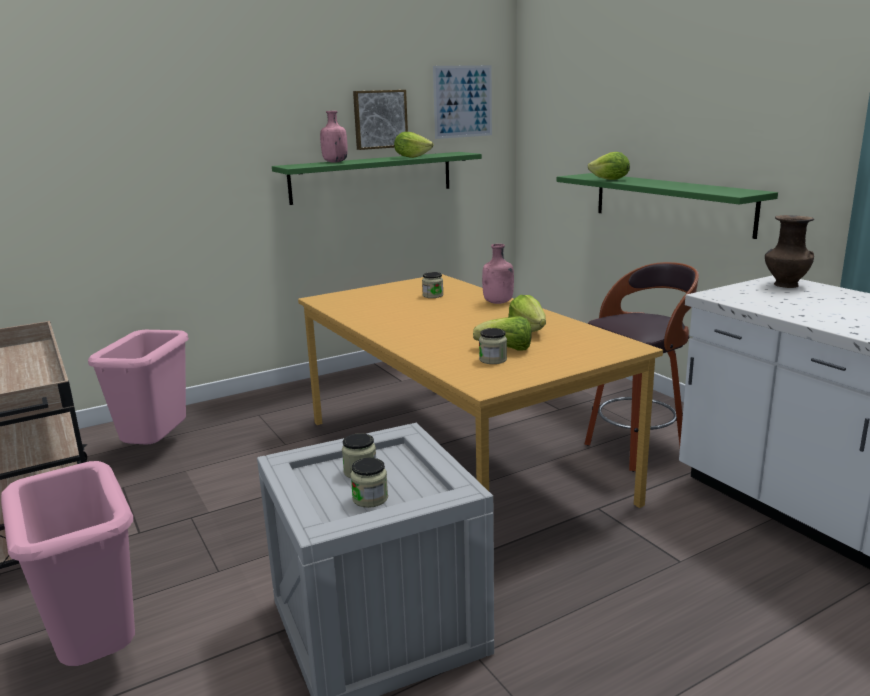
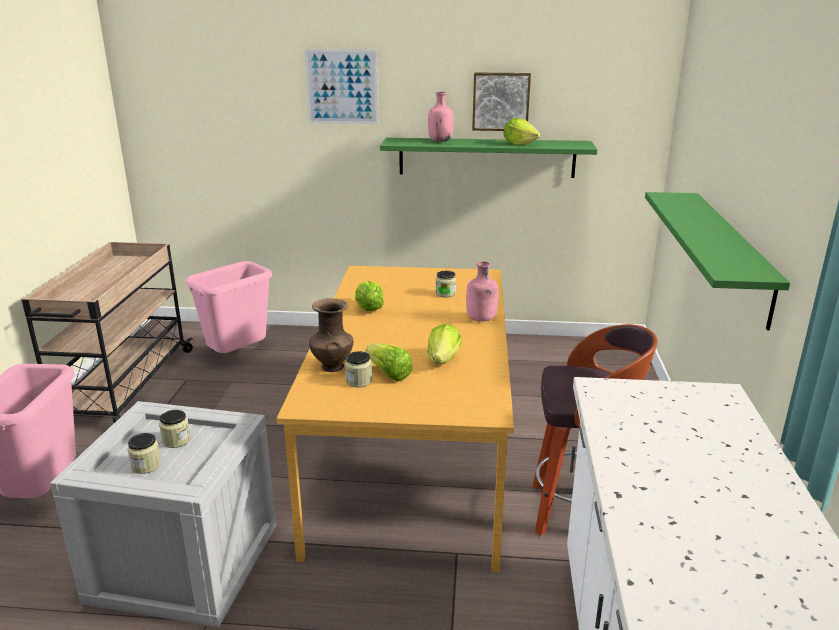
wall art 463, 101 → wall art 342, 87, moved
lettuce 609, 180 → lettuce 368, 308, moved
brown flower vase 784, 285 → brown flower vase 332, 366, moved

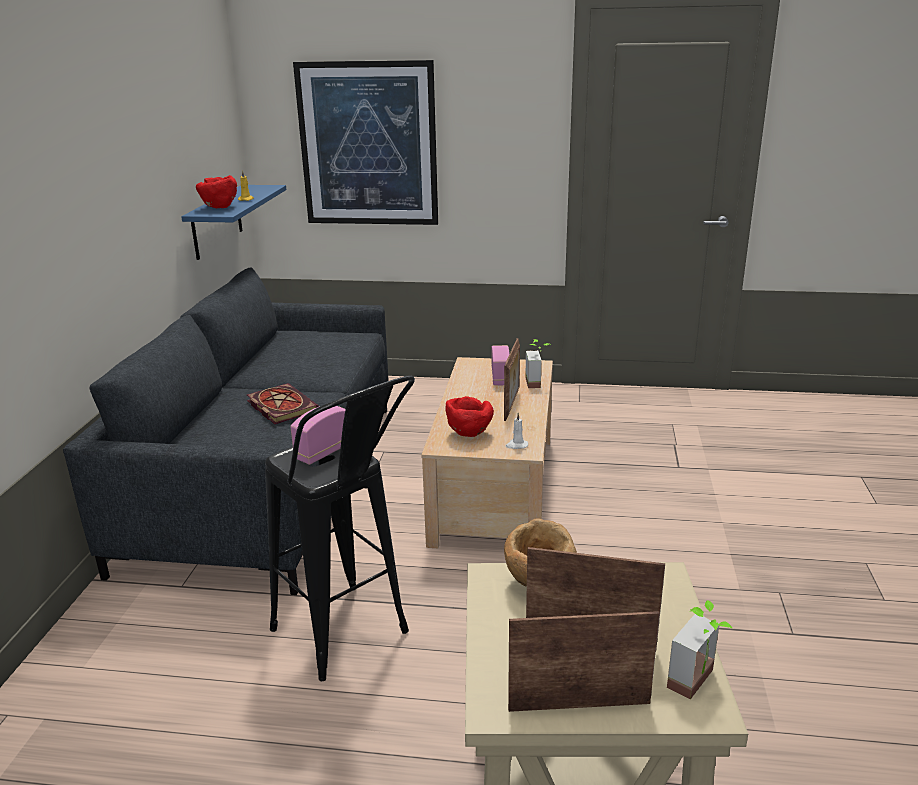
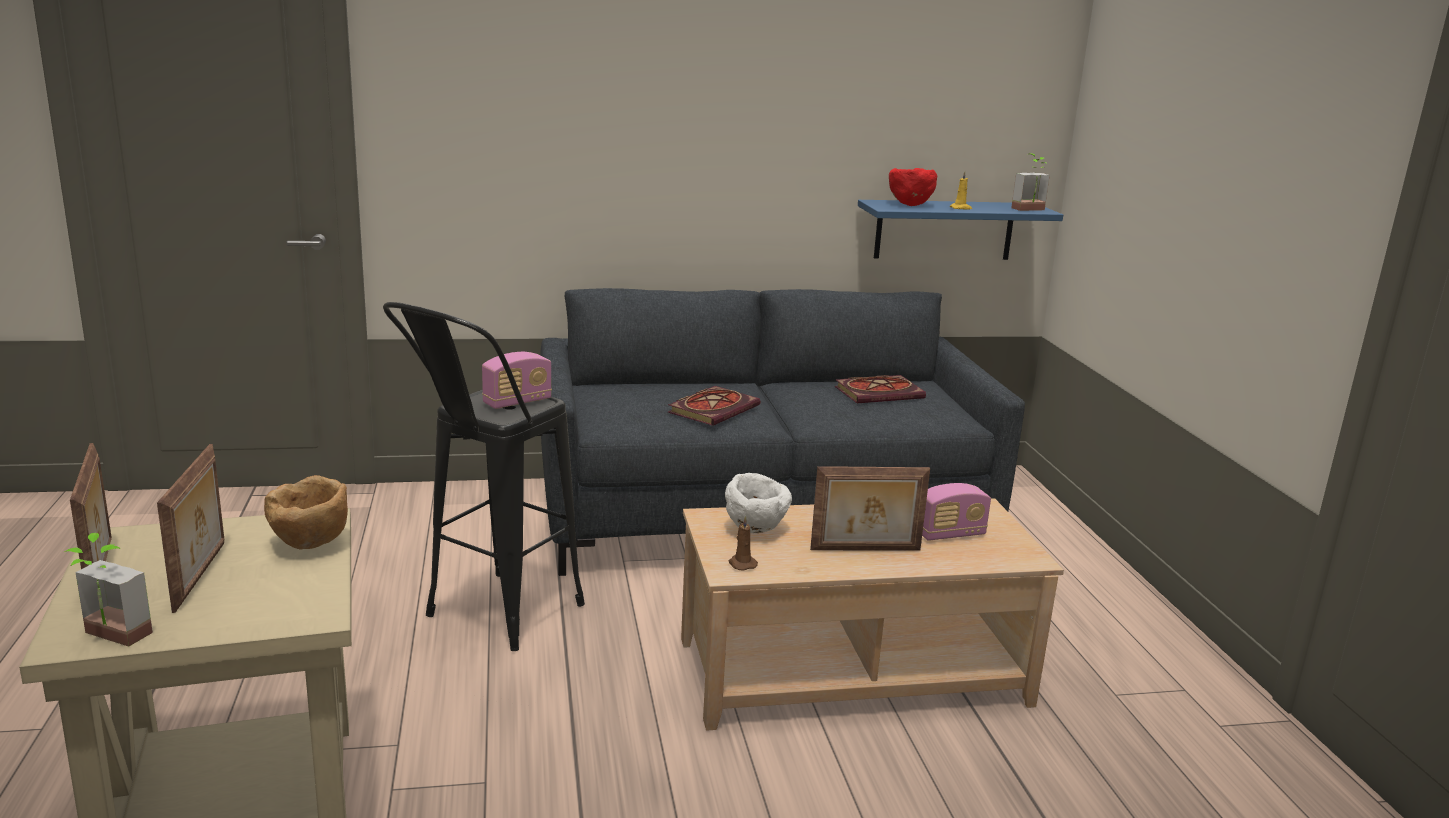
radio 324, 452 → radio 517, 402, 120 degrees clockwise
wall art 368, 145 → -
reddish serving bowl 469, 433 → white serving bowl 755, 529
white wax candle 516, 445 → brown wax candle 741, 564
potted plant 538, 382 → potted plant 1031, 210, moved
- → bound book 880, 393

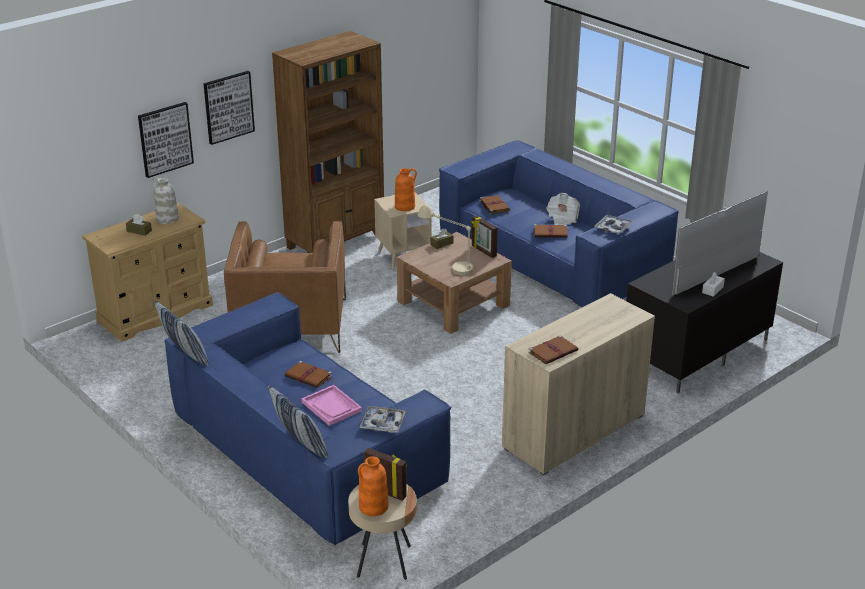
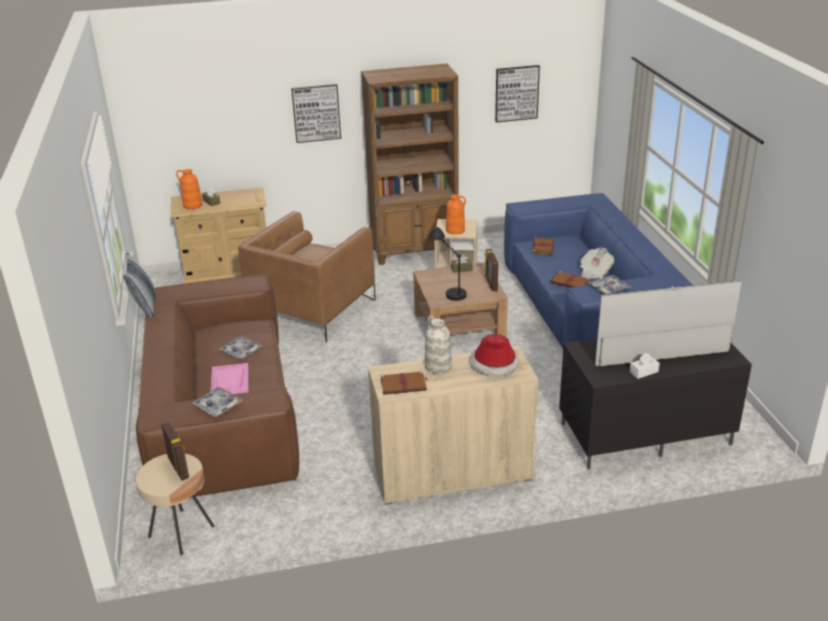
wall art 165, 139 → wall art 516, 93, moved
white flower vase 167, 219 → white flower vase 437, 366, moved
bluish sofa 306, 449 → brown sofa 222, 414
cushion 300, 446 → -
brown bound book 309, 376 → tray 241, 351
orange-coloured flower vase 373, 507 → orange-coloured flower vase 192, 205, moved
beige lamp for a table 446, 264 → black lamp for a table 448, 287
- → hat 494, 364

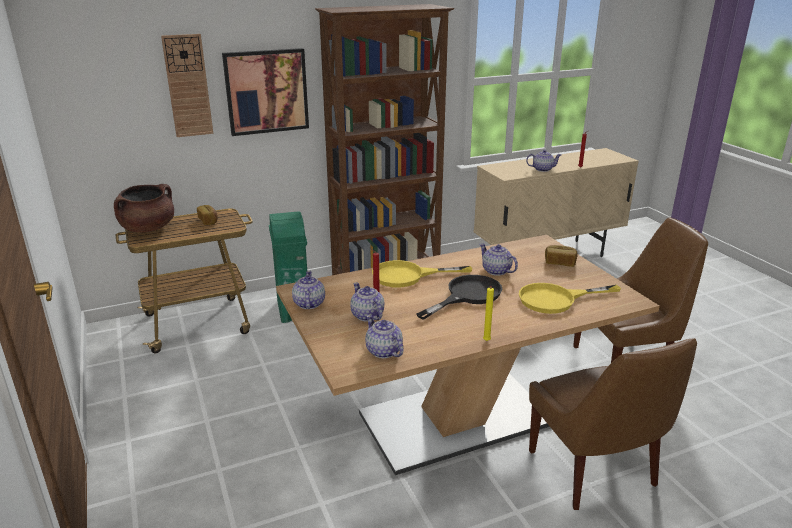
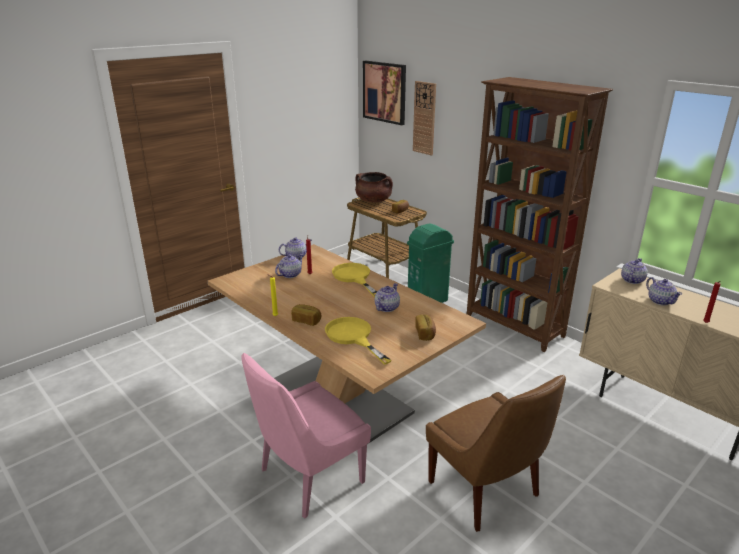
wall art 266, 91 → wall art 385, 92, moved
pot for tea 384, 351 → pot for tea 632, 280, moved
black pan 467, 295 → -
brown plain chair 594, 471 → pinkish plain chair 308, 478
- → bakery bread 306, 321

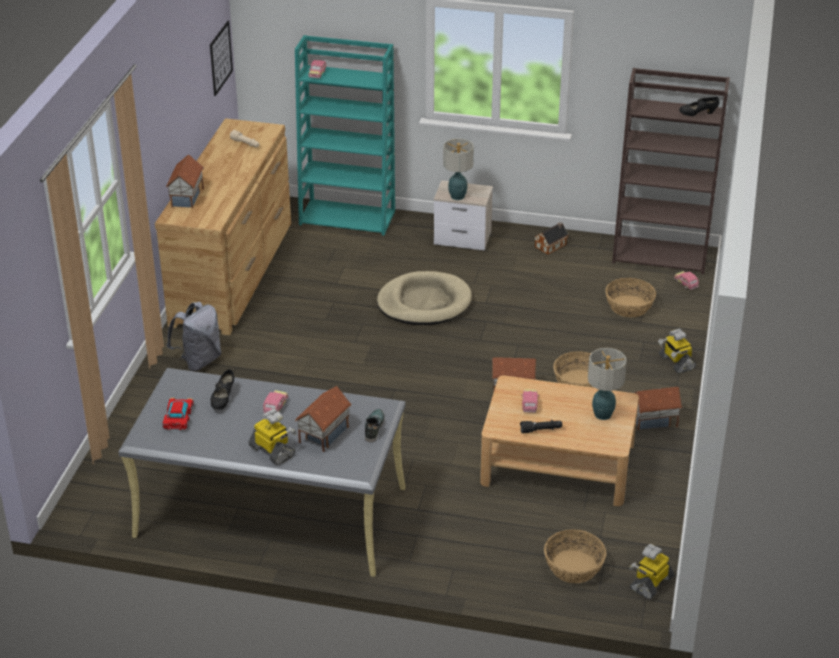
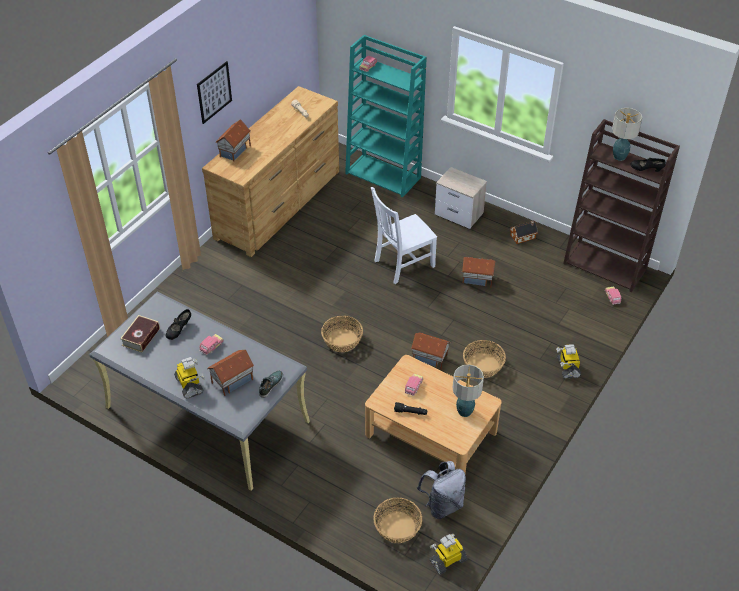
miniature car 178, 417 → bound book 141, 337
greyish knapsack 199, 361 → greyish knapsack 442, 505, moved
wall art 220, 58 → wall art 214, 92, moved
beige dog cushion 424, 303 → white plain chair 402, 264
lamp for a table 457, 196 → lamp for a table 619, 157, moved
storage basket 629, 306 → storage basket 342, 341, moved
model house 654, 421 → model house 477, 280, moved

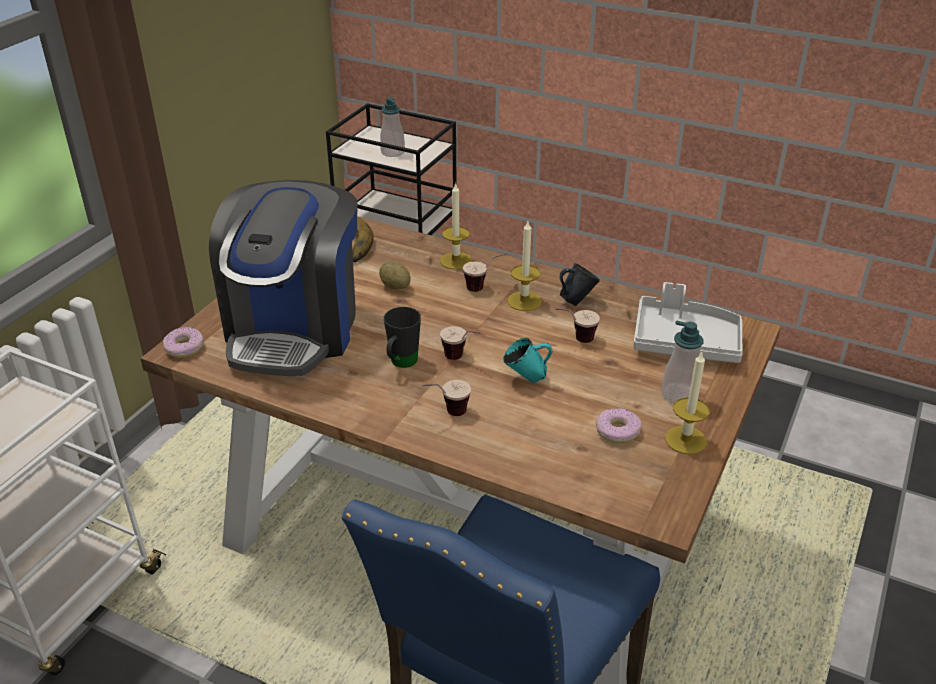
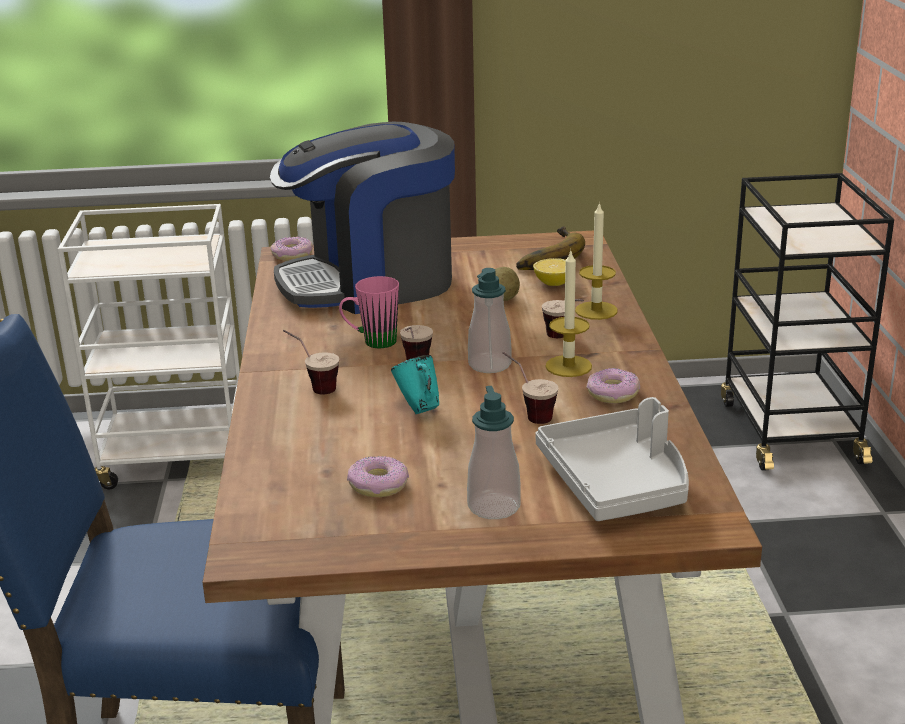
soap bottle 392, 152 → soap bottle 489, 364, moved
black tea mug 401, 364 → pinkish tea mug 371, 342
bluish tea mug 576, 301 → doughnut 612, 393
wax candle 685, 440 → -
- → whole lemon 553, 283

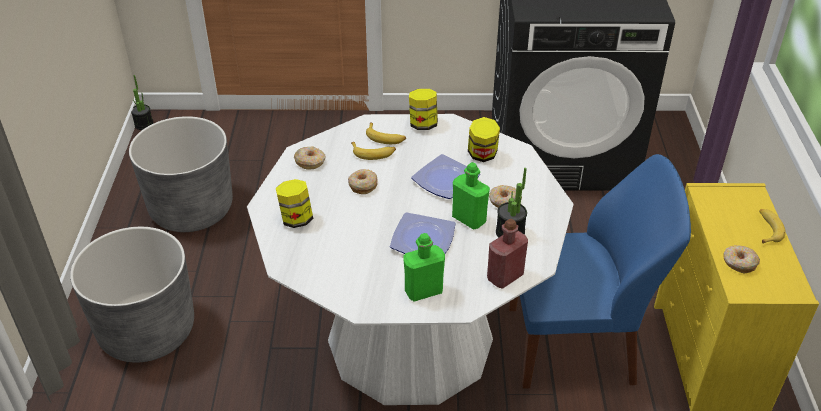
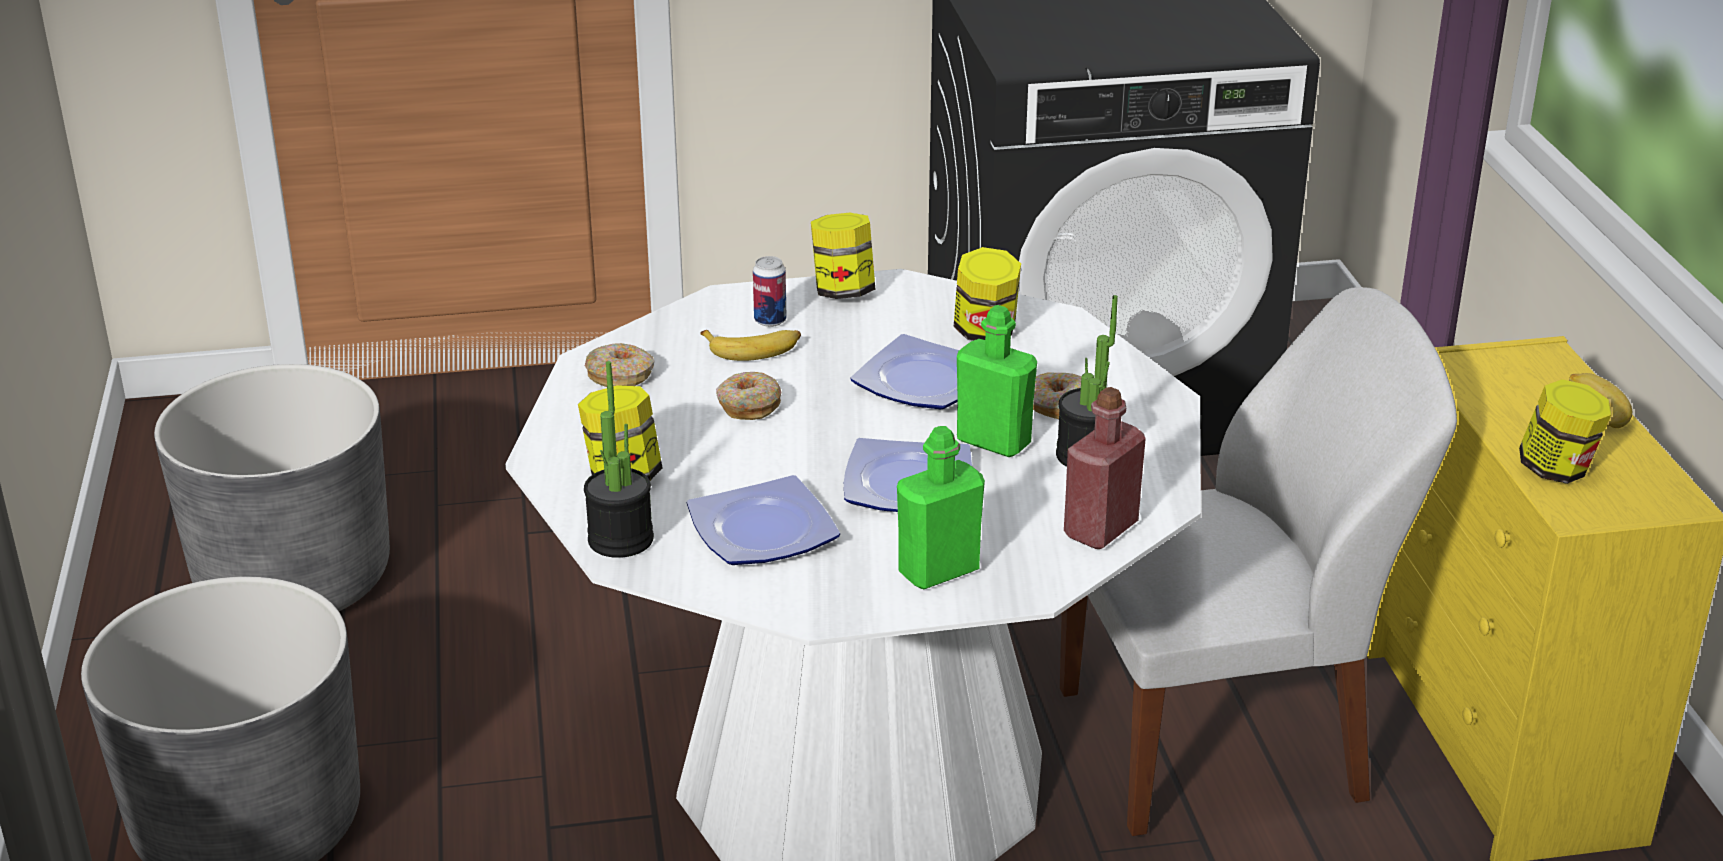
potted plant 144, 124 → potted plant 620, 539, moved
banana fruit 385, 138 → can 770, 320
bluish plain chair 574, 345 → white plain chair 1219, 743
doughnut 739, 263 → preserve jar 1557, 470
- → plate 764, 529

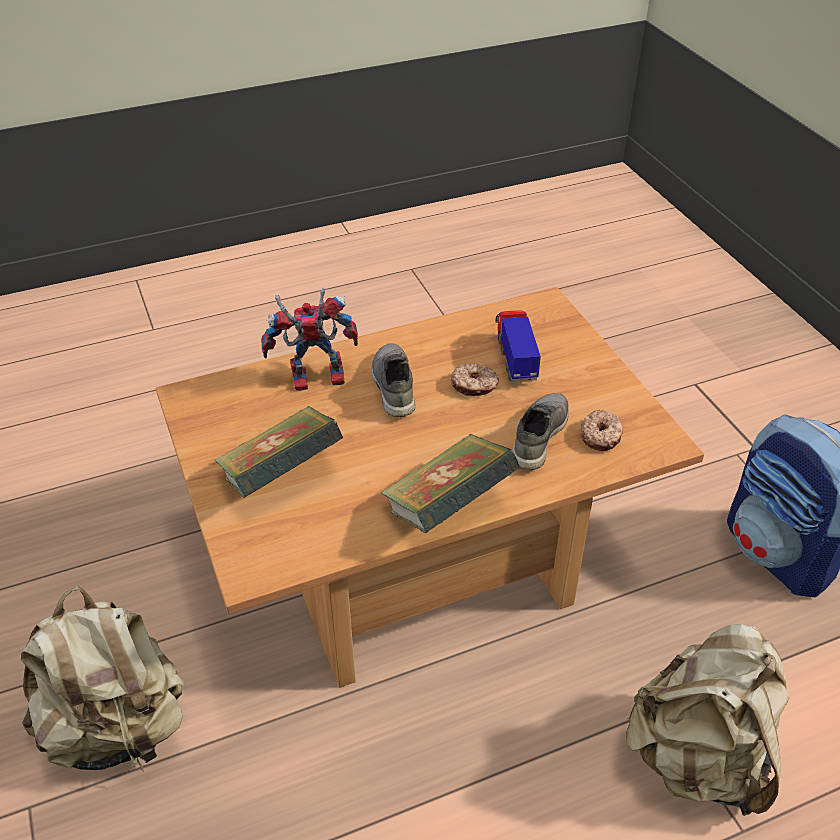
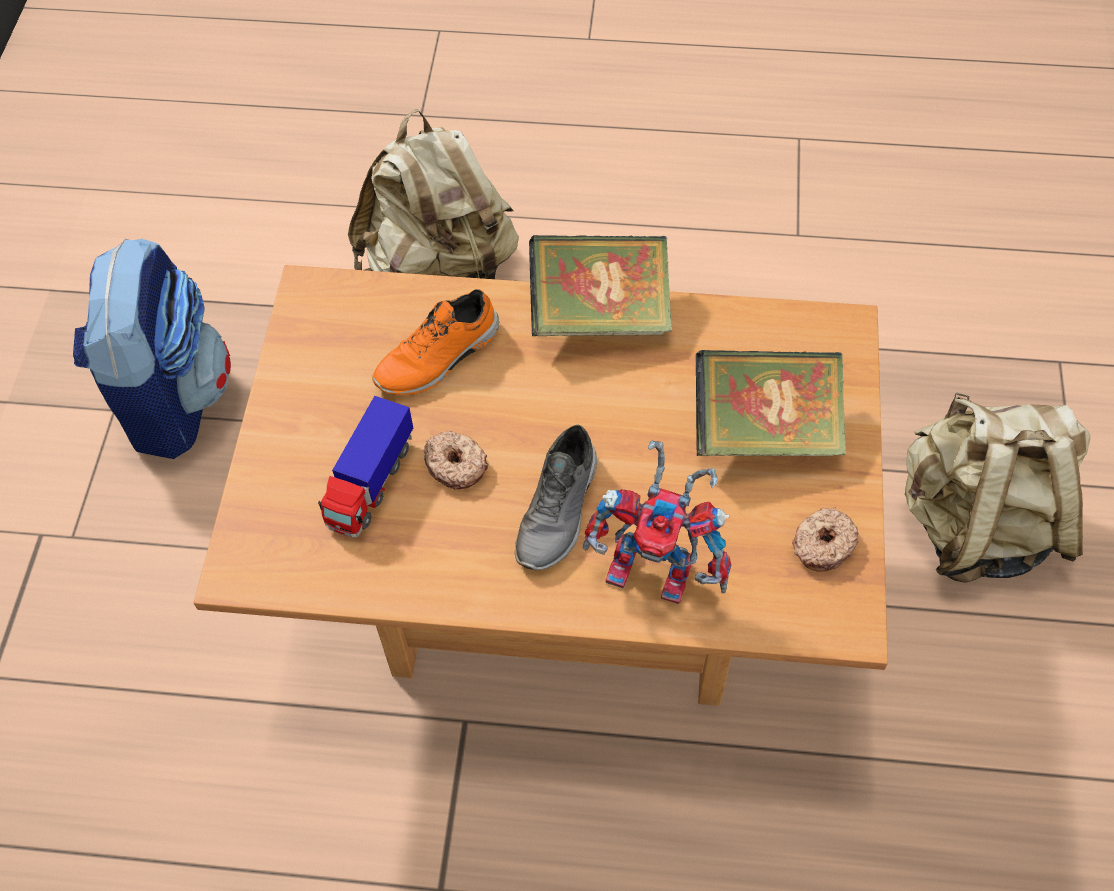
greyish shoe 537, 436 → orange-coloured shoe 439, 358
doughnut 601, 436 → doughnut 822, 544, moved

